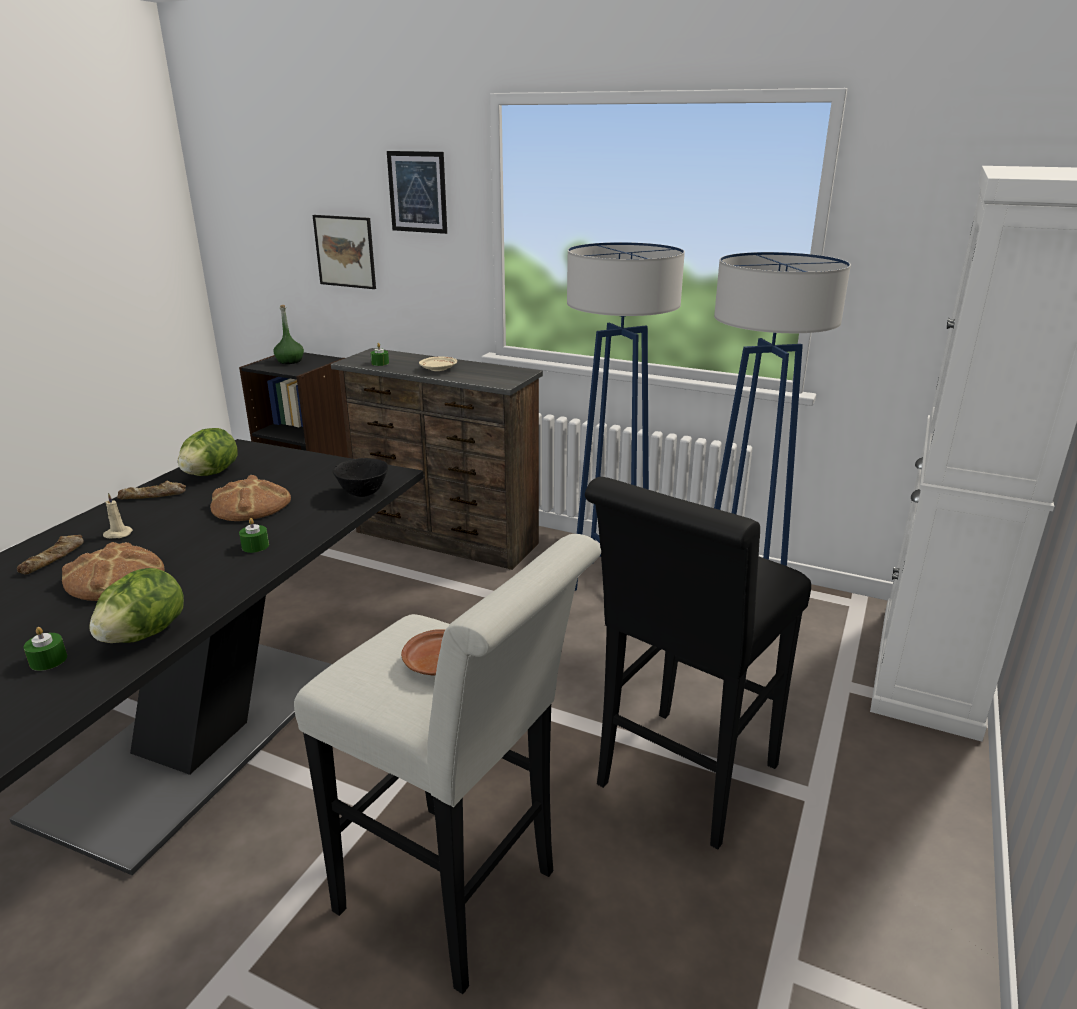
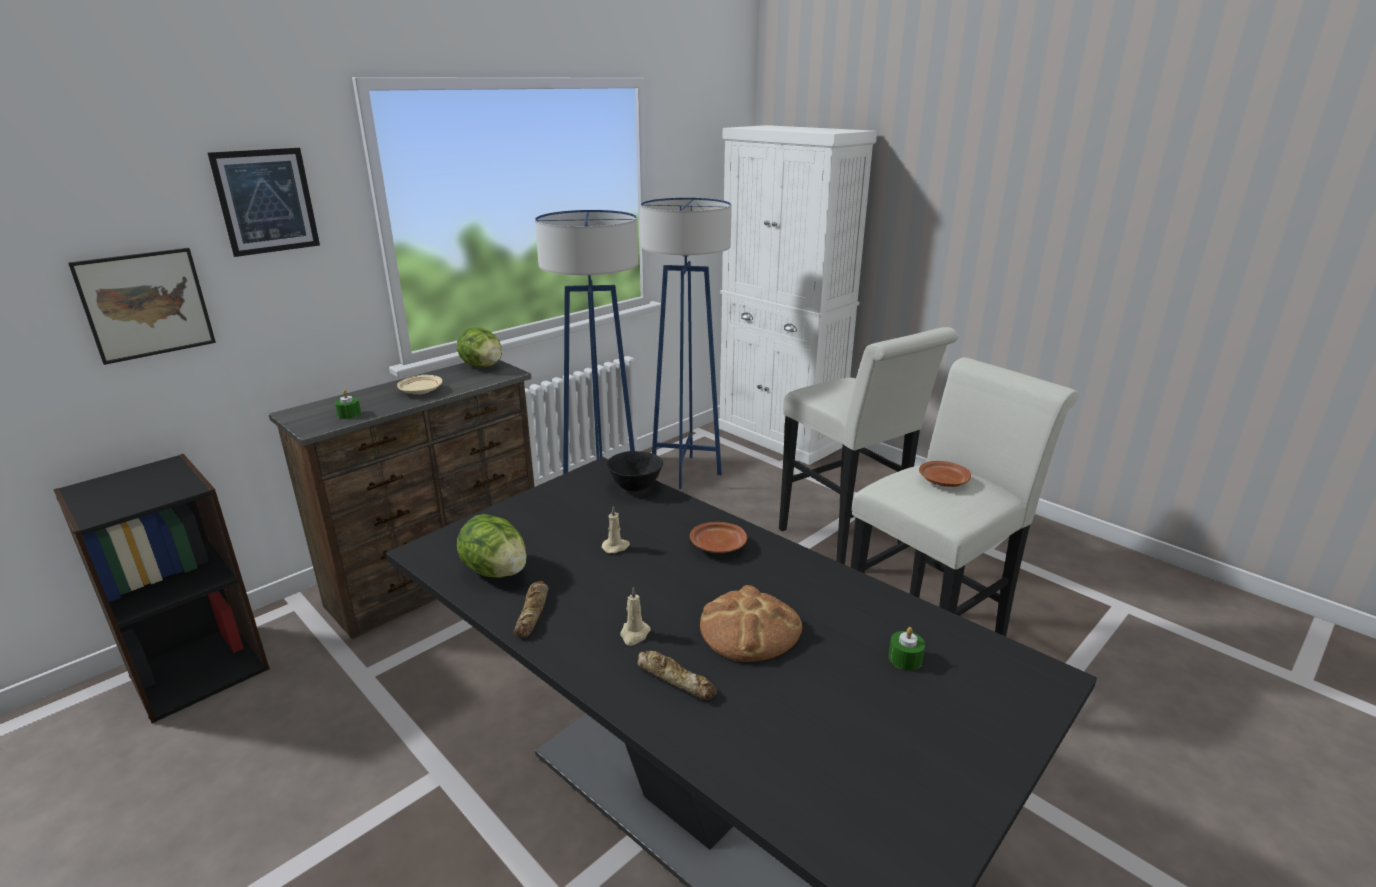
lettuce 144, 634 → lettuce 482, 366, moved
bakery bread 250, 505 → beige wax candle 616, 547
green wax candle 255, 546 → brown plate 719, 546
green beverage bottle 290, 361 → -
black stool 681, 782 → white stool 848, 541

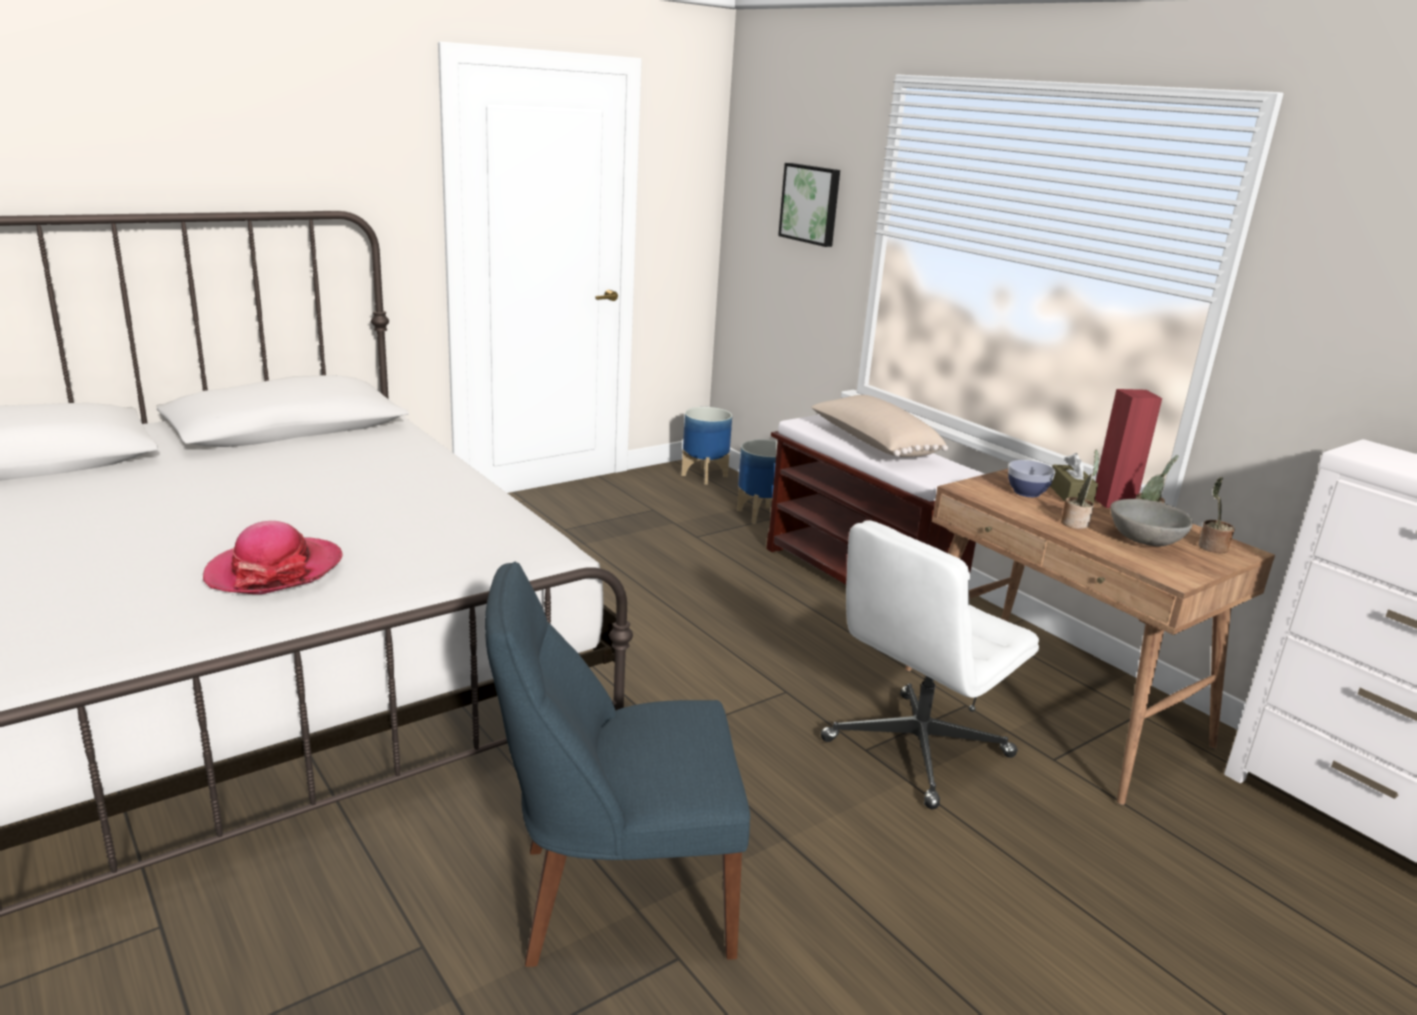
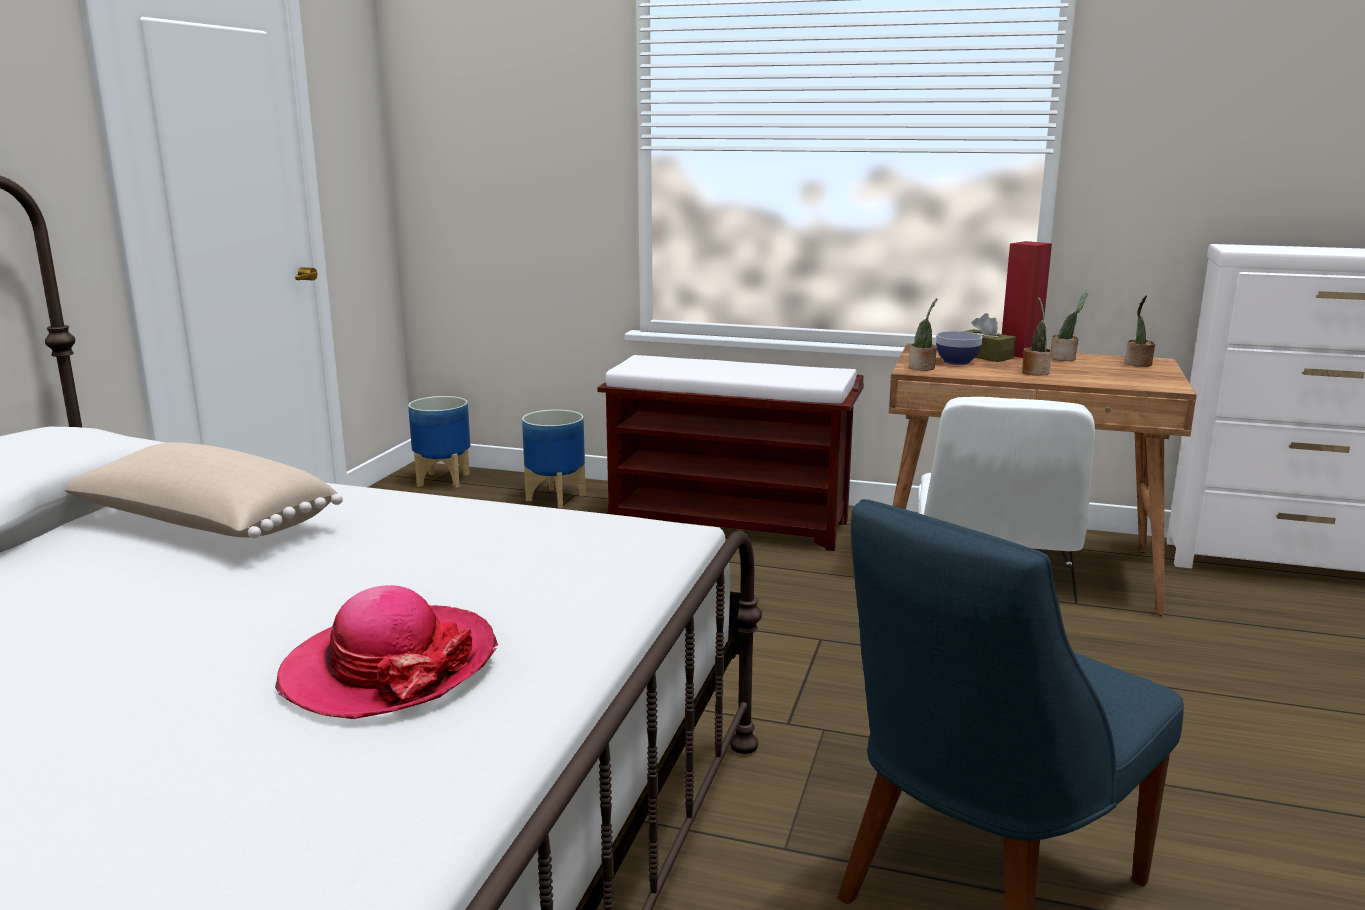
wall art 811, 204 → -
beige cushion 873, 444 → beige cushion 204, 526, moved
greyish serving bowl 1145, 541 → -
- → potted plant 922, 368

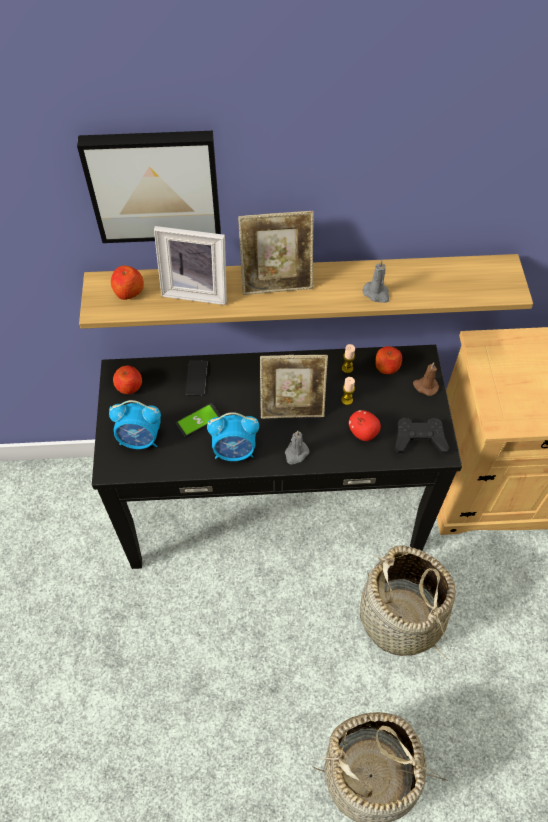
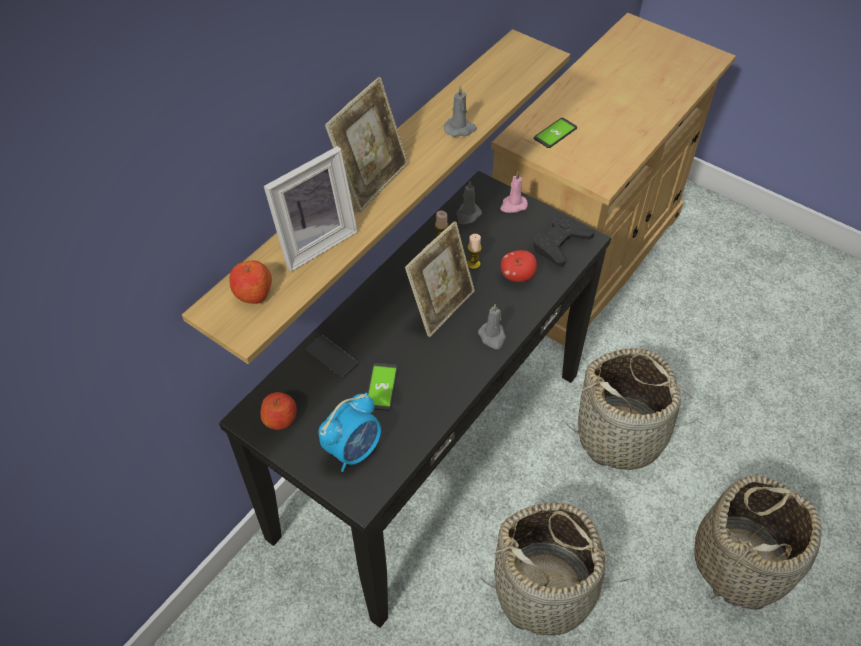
wall art 154, 185 → -
bedside clock 235, 451 → -
whole apple 387, 366 → greyish wax candle 467, 215
brown wax candle 425, 386 → pinkish wax candle 513, 205
- → storage basket 545, 589
- → phone 555, 133

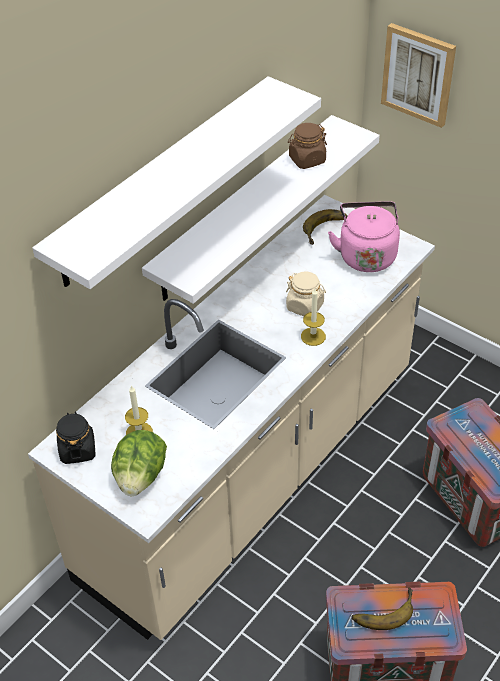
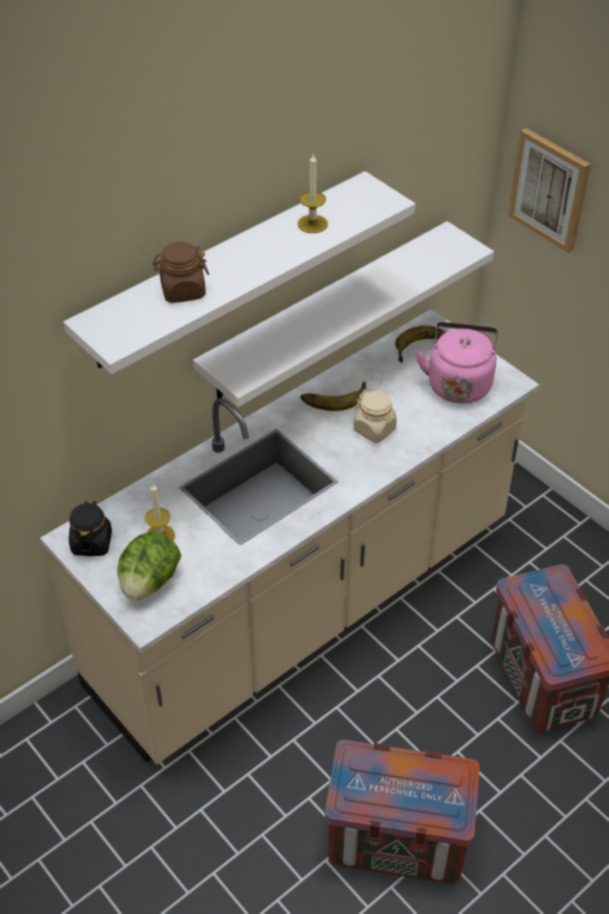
brown preserve jar 307, 160 → brown preserve jar 182, 291, moved
wax candle 313, 336 → wax candle 312, 224, moved
banana fruit 382, 609 → banana fruit 333, 396, moved

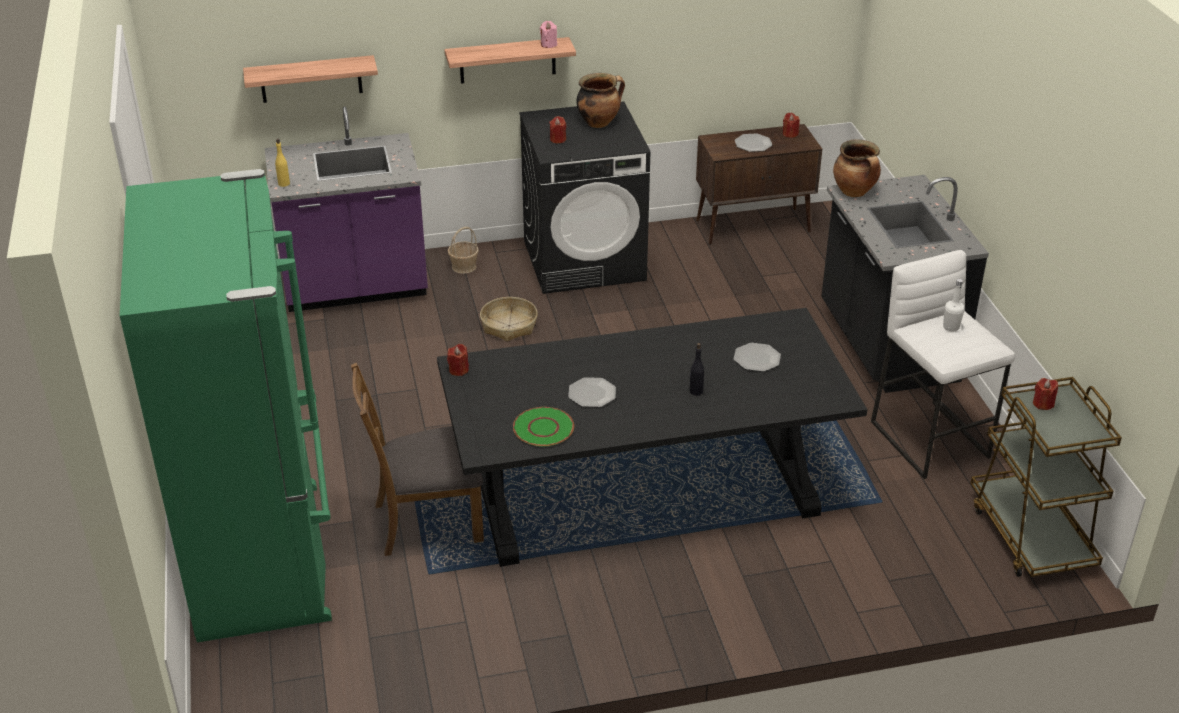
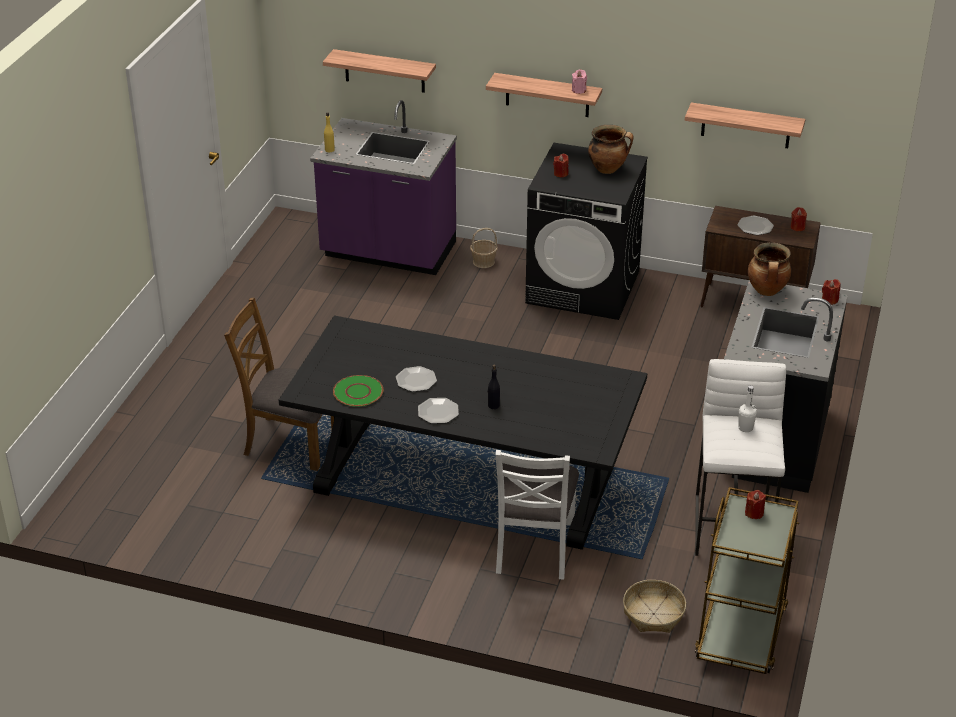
green kitchen fridge 264, 558 → -
reddish wax candle 458, 370 → reddish wax candle 829, 300, moved
storage basket 509, 325 → storage basket 653, 613, moved
plate 757, 358 → plate 438, 412, moved
- → white plain chair 534, 547
- → wall shelf 746, 126

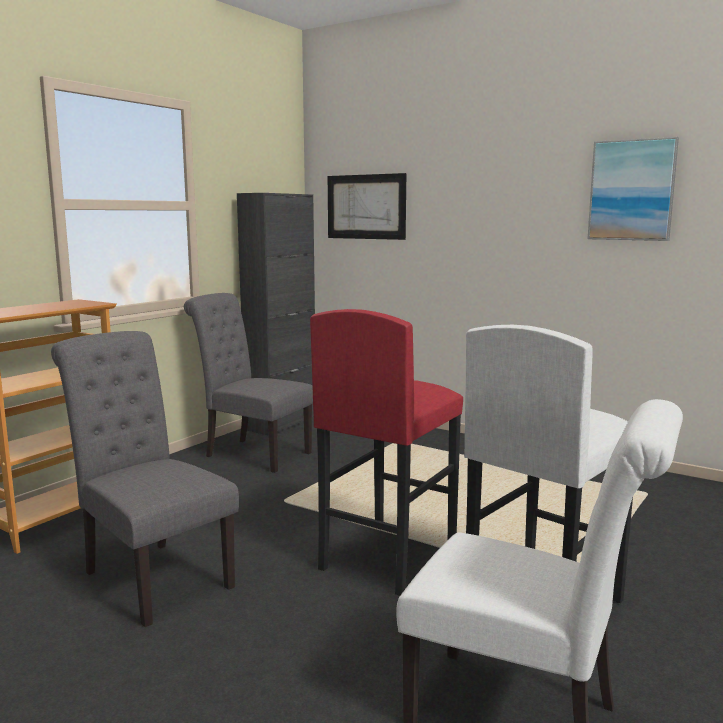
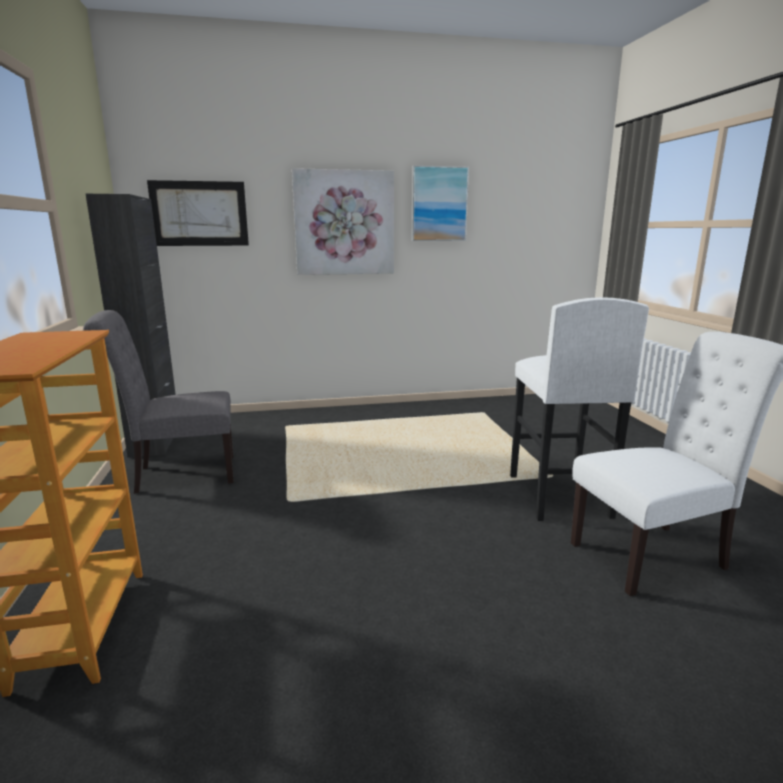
greyish plain chair 151, 576 → -
reddish stool 387, 556 → -
- → wall art 344, 223

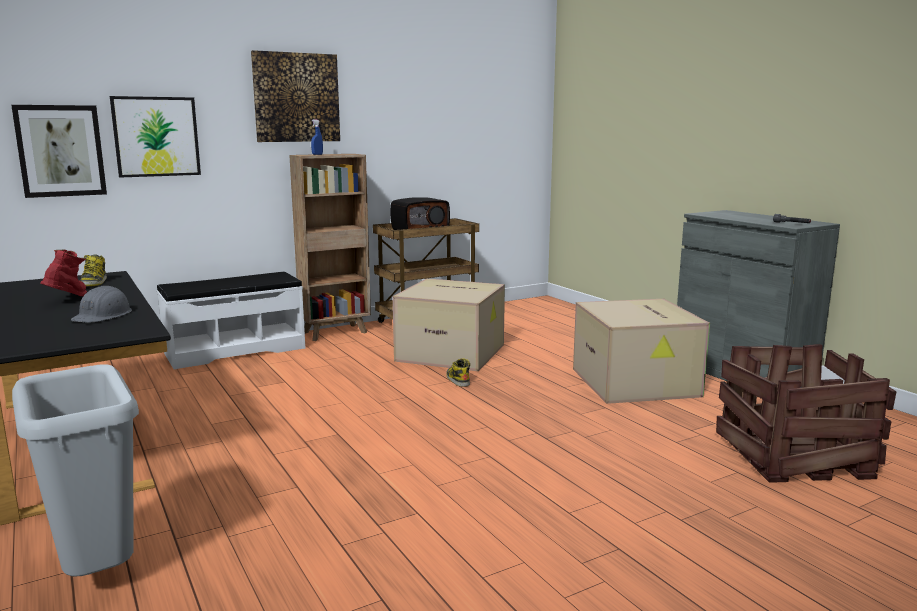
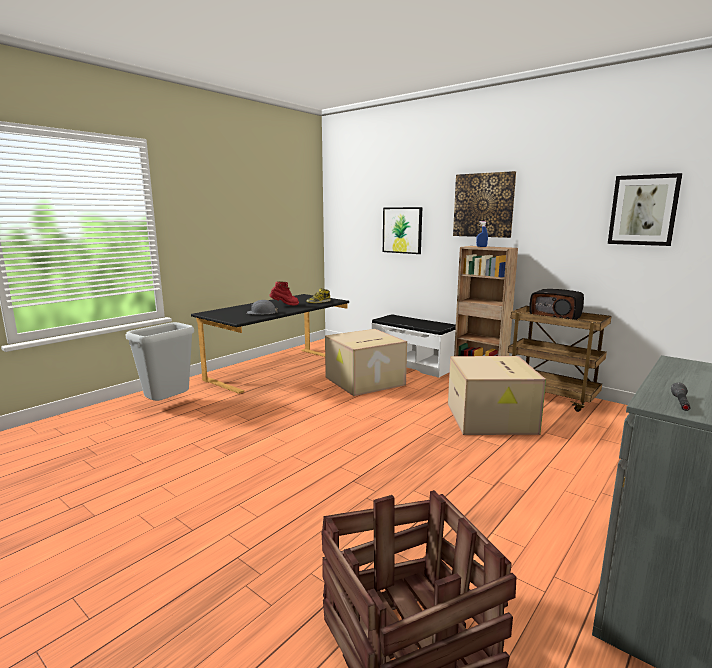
wall art 60, 151 → wall art 643, 210, moved
tall boot 457, 379 → -
carton 636, 383 → carton 364, 381, moved

